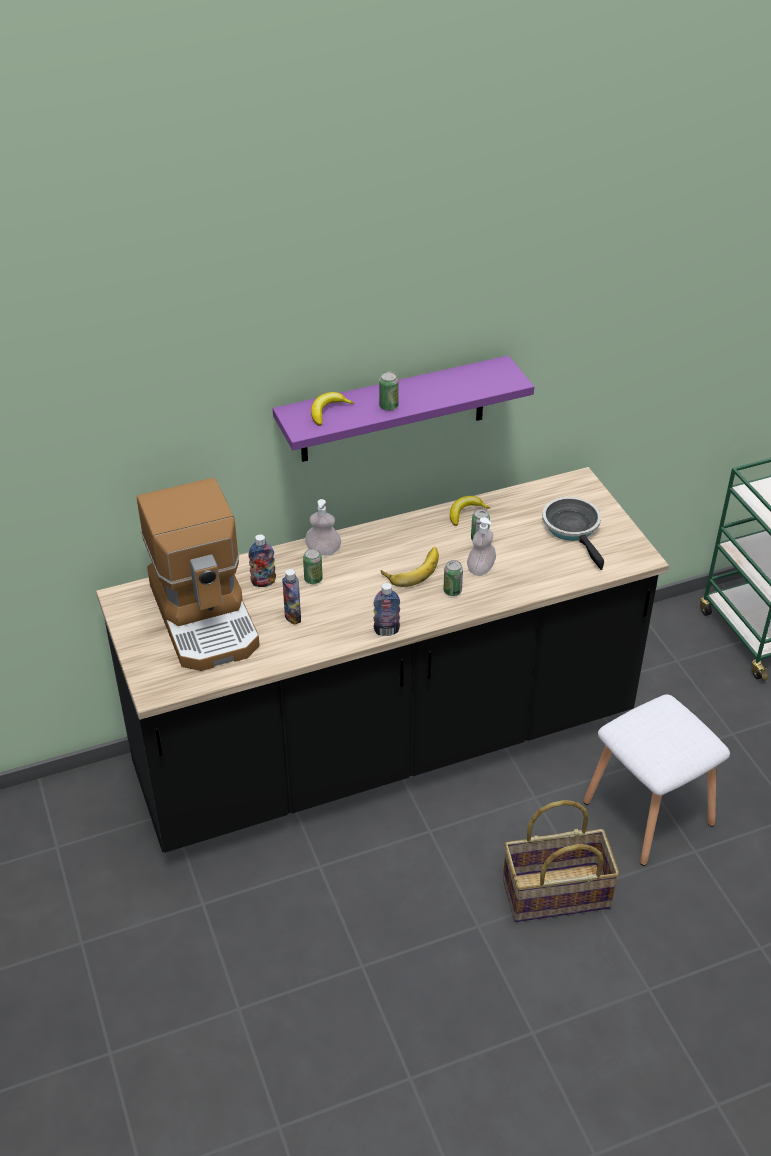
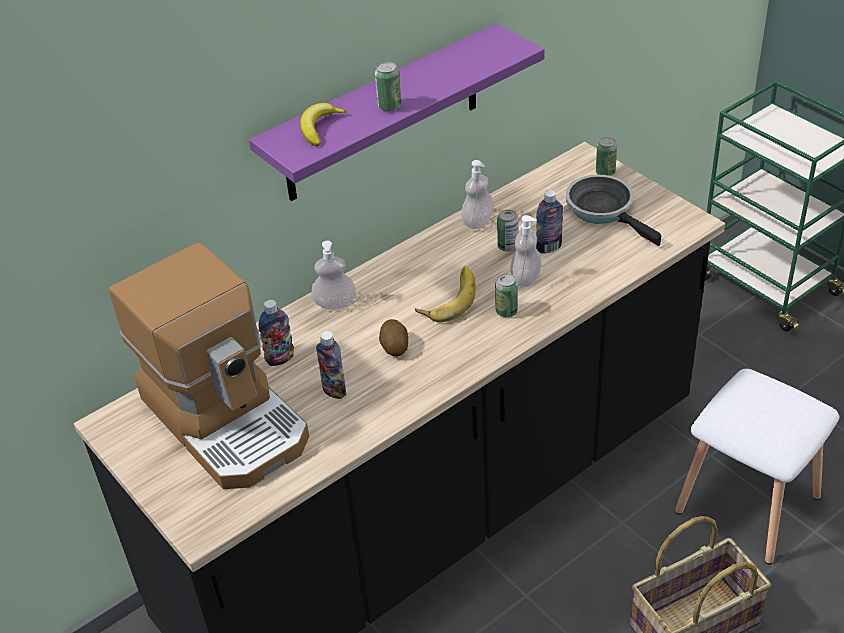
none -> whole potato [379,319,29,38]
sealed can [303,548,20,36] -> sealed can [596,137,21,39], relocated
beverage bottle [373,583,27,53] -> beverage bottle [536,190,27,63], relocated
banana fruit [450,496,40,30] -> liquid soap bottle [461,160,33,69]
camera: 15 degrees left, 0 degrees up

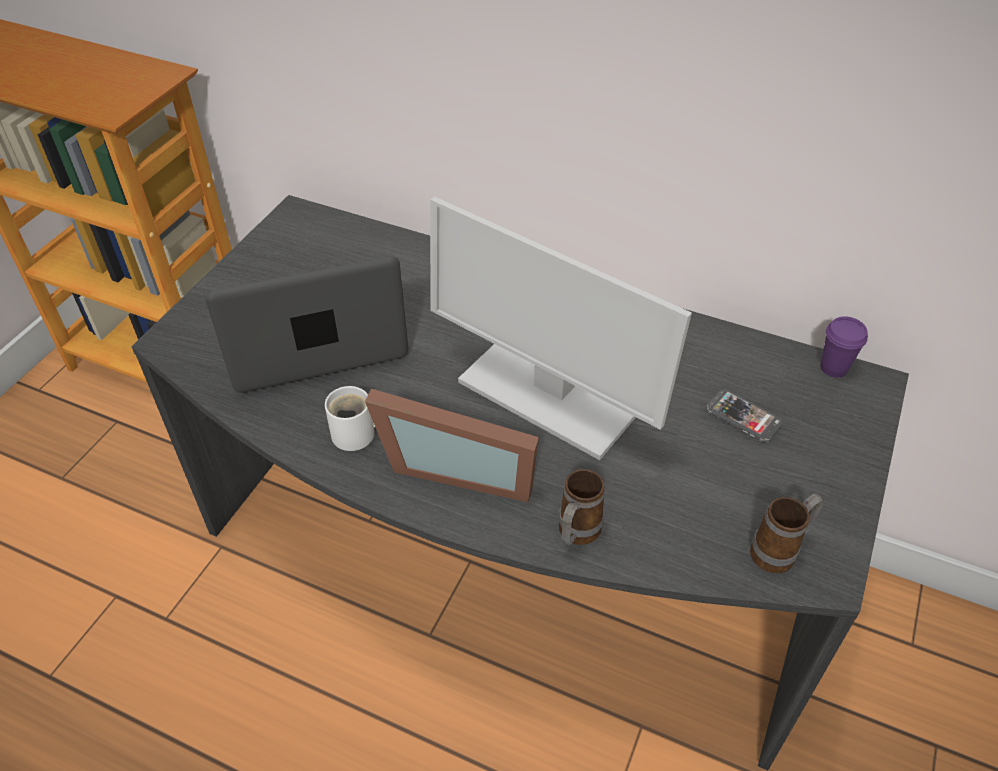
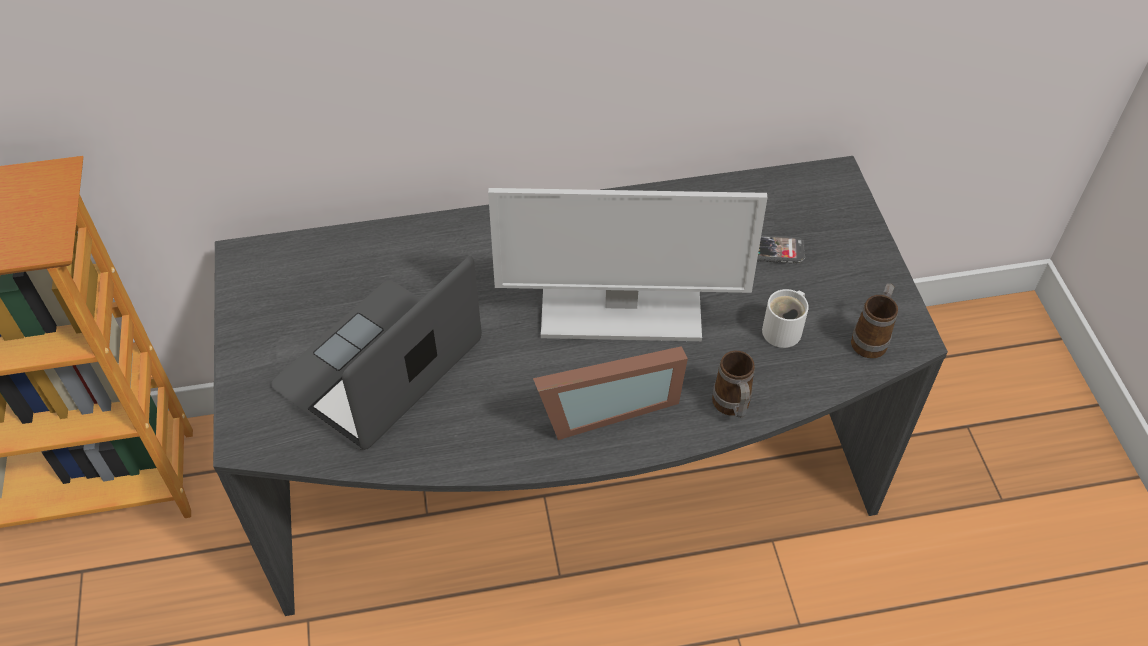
small cup in purple [820,316,48,62] -> none
tea mug in white [325,386,50,65] -> tea mug in white [762,289,47,59], relocated
camera: 35 degrees left, 5 degrees up

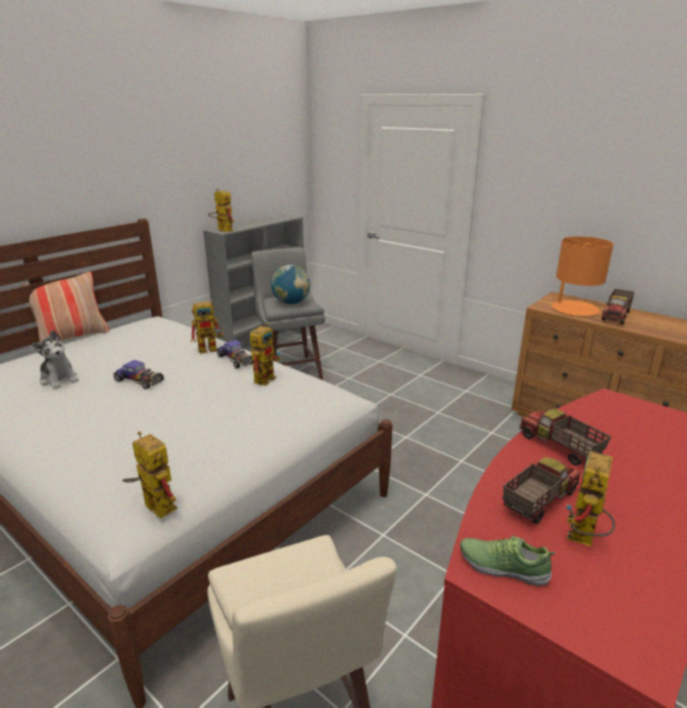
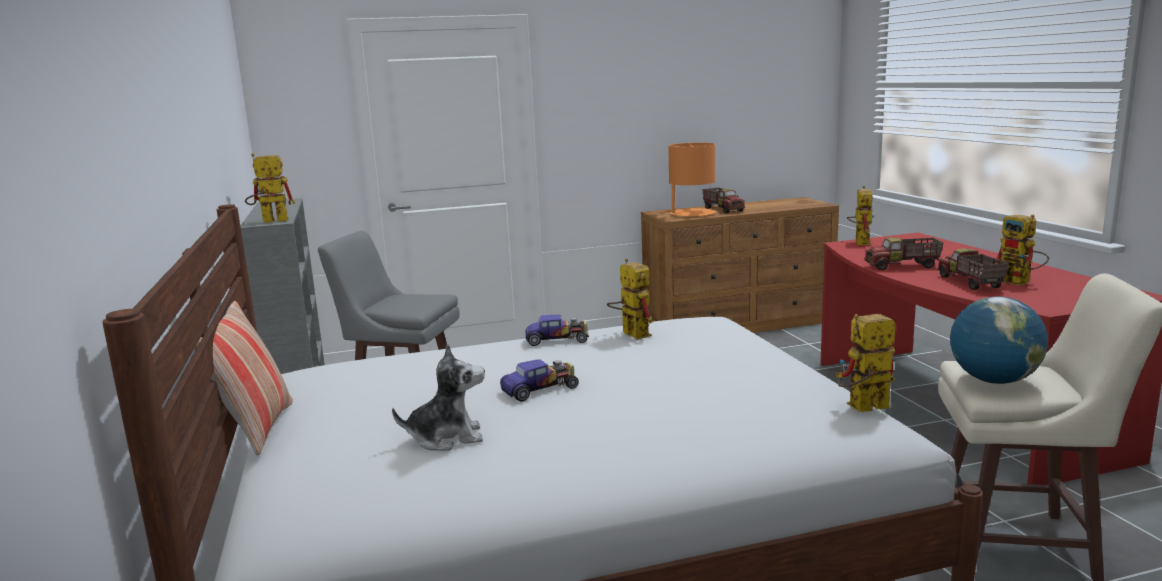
shoe [460,535,95,51] -> none
model robot [191,300,33,54] -> model robot [847,186,27,59], relocated
desk globe [271,265,39,39] -> desk globe [950,296,98,88], relocated
camera: 55 degrees left, 10 degrees down

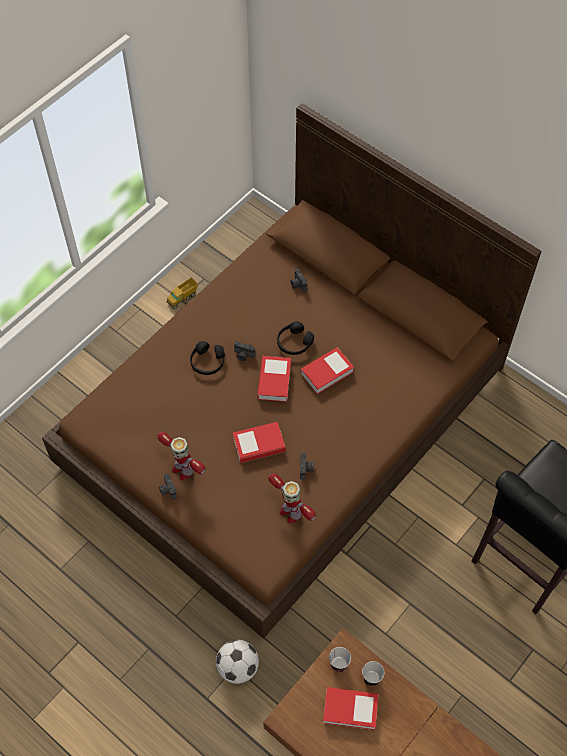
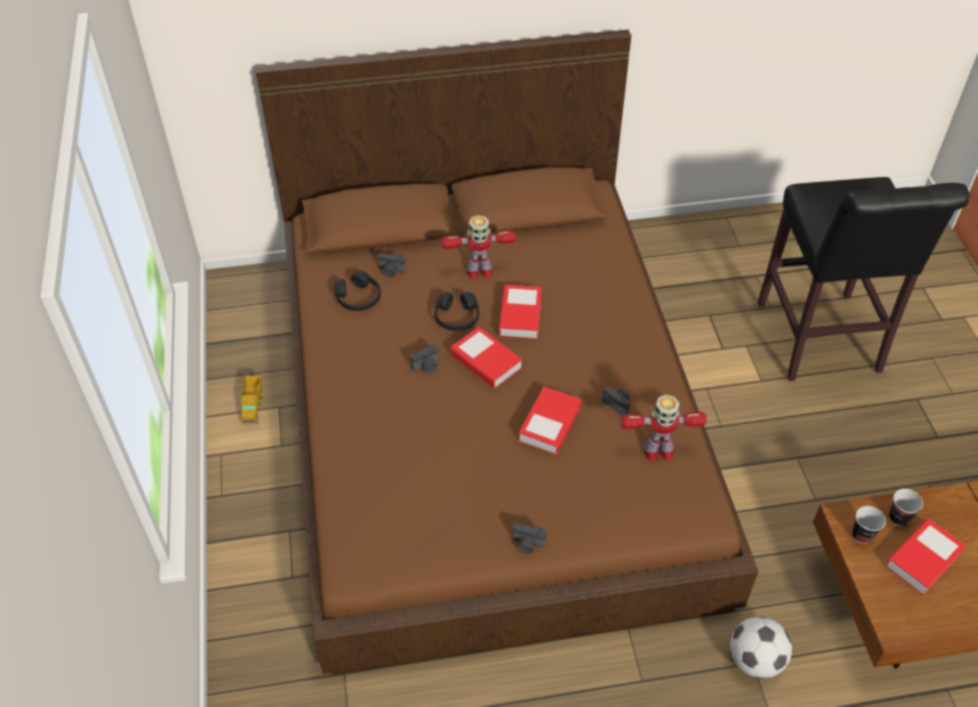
model robot [157,432,49,48] -> model robot [441,215,75,65], relocated
headset in blackish [190,341,35,34] -> headset in blackish [334,271,47,40], relocated
camera: 50 degrees left, 10 degrees down

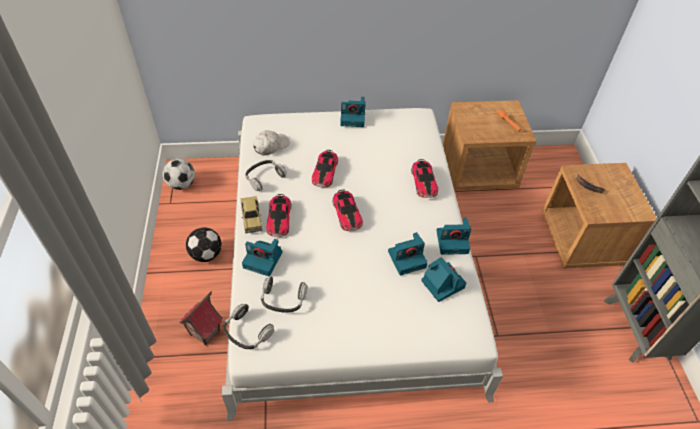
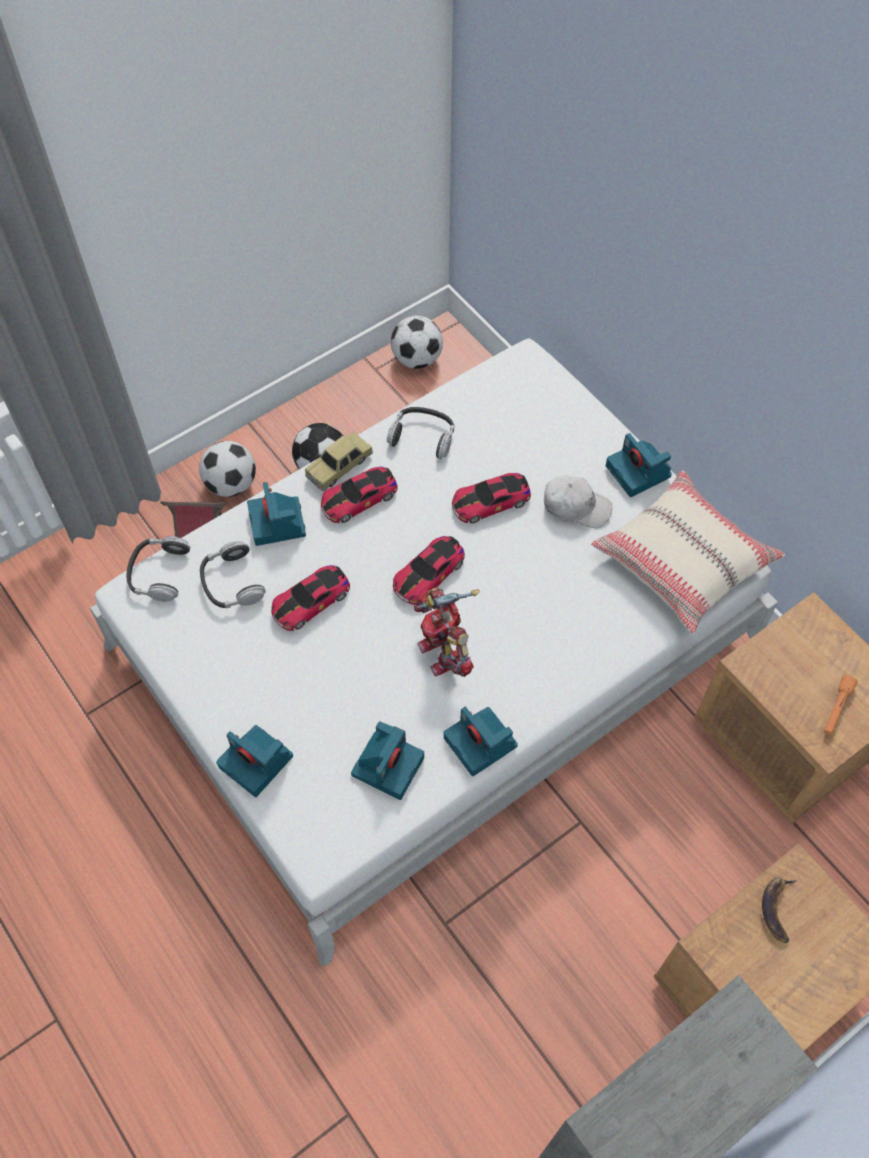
none -> football ball [199,441,57,56]
none -> model robot [414,587,66,90]
none -> throw pillow in beige-coloured [591,471,194,163]
baseball cap in white [253,130,36,26] -> baseball cap in white [544,475,68,53], relocated
photo camera [388,232,40,43] -> photo camera [216,725,77,72], relocated
miniature car [411,159,27,39] -> miniature car [271,565,79,66], relocated
camera: 60 degrees right, 10 degrees up

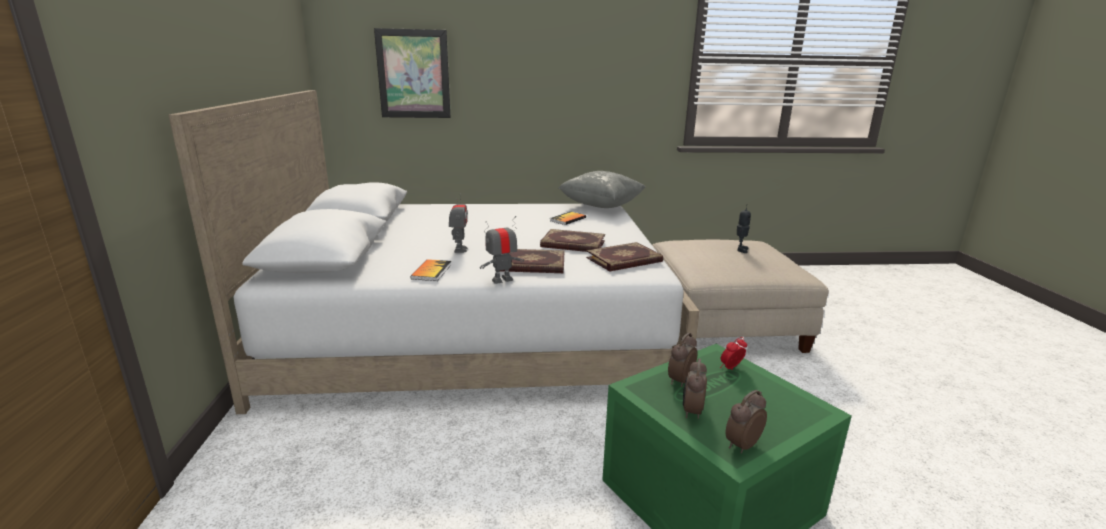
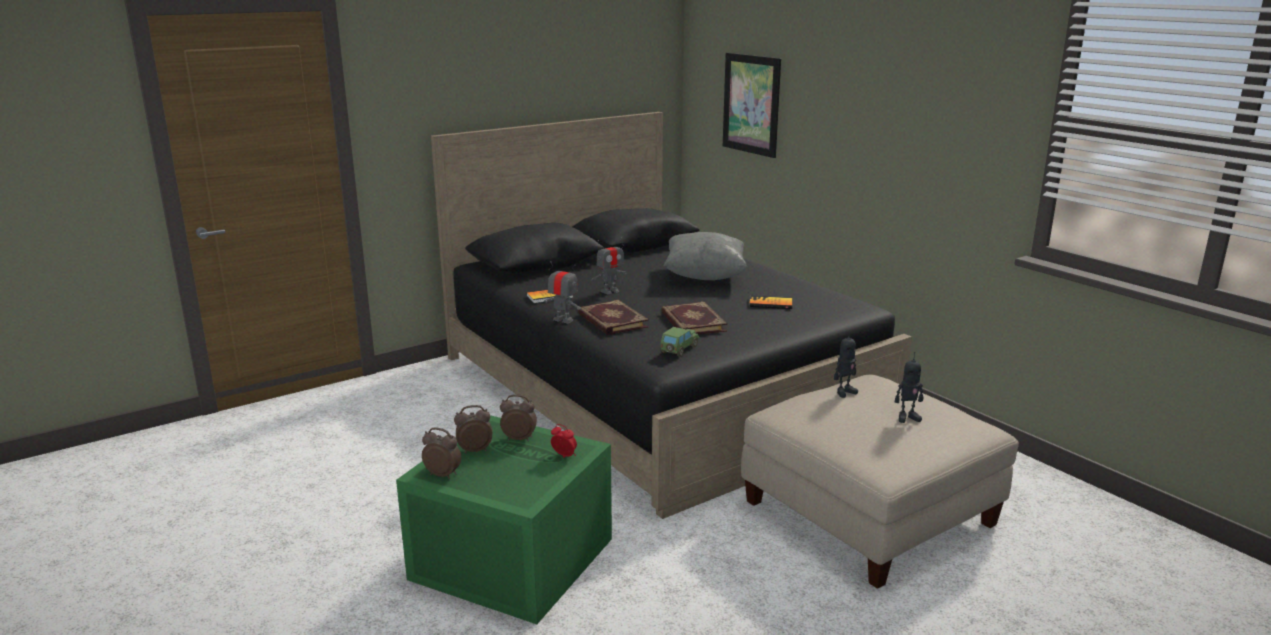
none -> model robot [834,330,24,68]
throw pillow in gray [559,171,86,37] -> throw pillow in gray [664,232,83,48], relocated
book [586,242,77,30] -> miniature car [660,327,40,30]
bed in white [168,90,532,324] -> bed in blackish [431,112,481,407]
camera: 60 degrees right, 0 degrees up

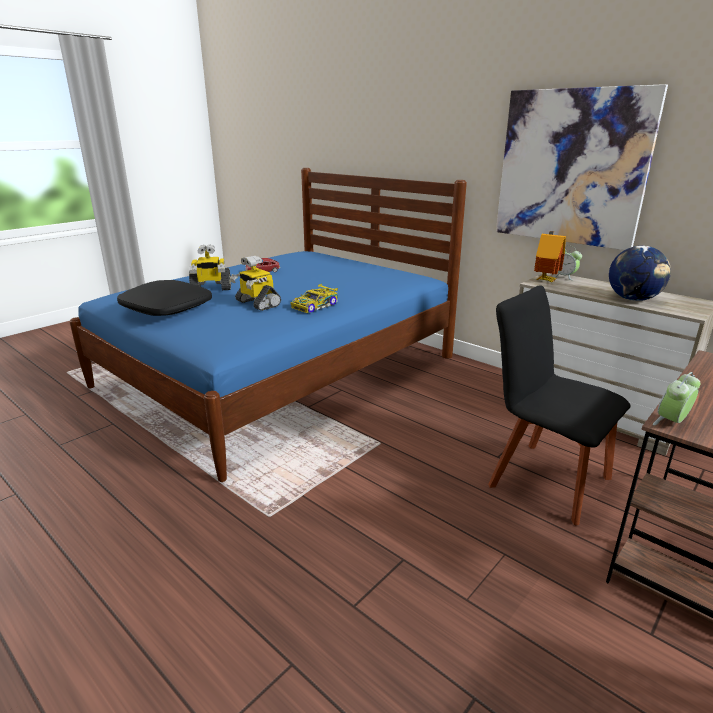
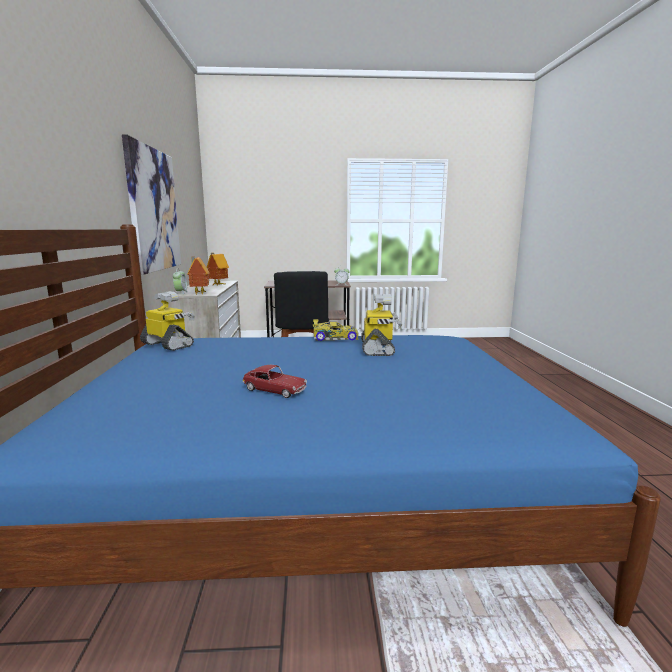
throw pillow in blackish [117,280,95,36] -> none
model robot [189,244,42,46] -> model robot [140,291,55,60], relocated
desk globe [609,246,62,55] -> toy house [206,253,23,33]
camera: 135 degrees left, 10 degrees down

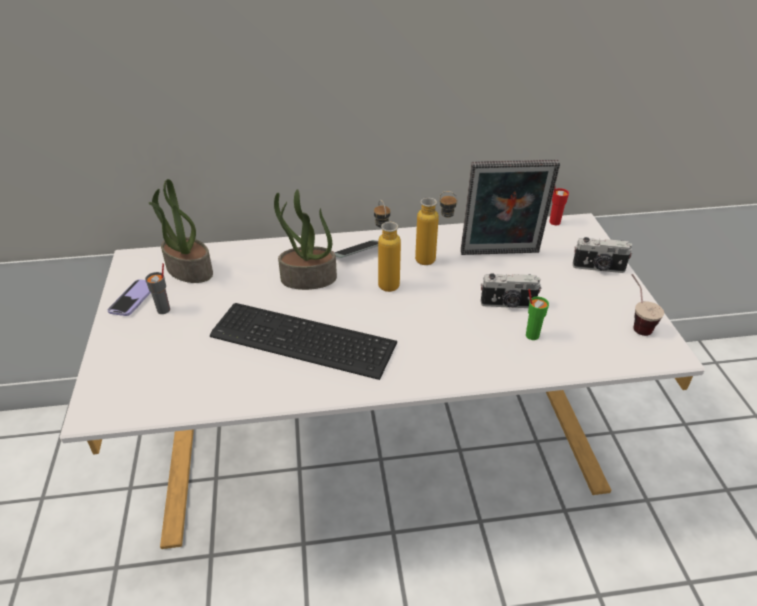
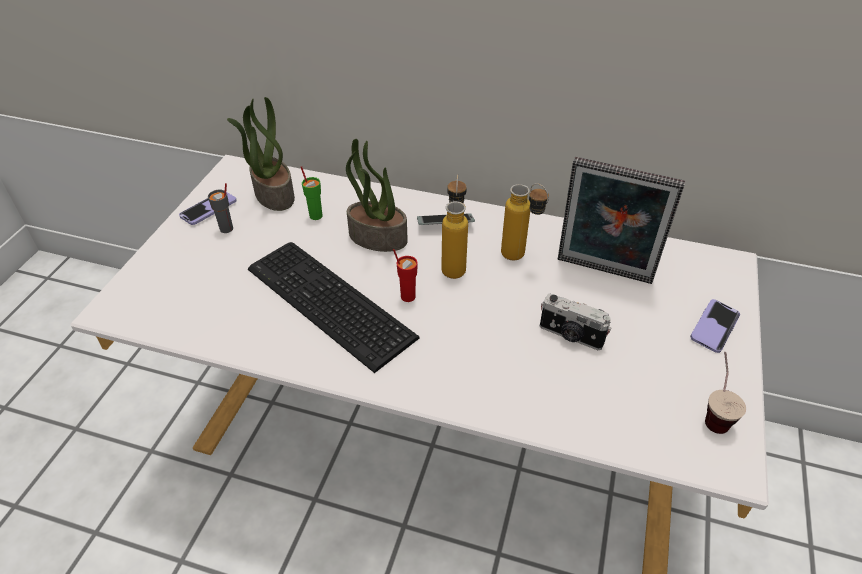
small cup in green [526,289,23,51] -> small cup in green [301,166,21,54], relocated
small cup in red-coloured [549,187,20,38] -> small cup in red-coloured [393,249,25,53], relocated
photo camera [573,237,59,36] -> phone [690,299,50,54]
camera: 25 degrees right, 5 degrees up

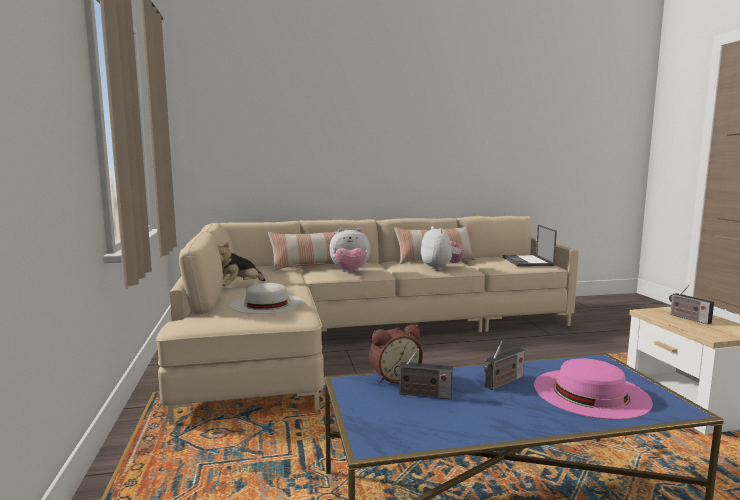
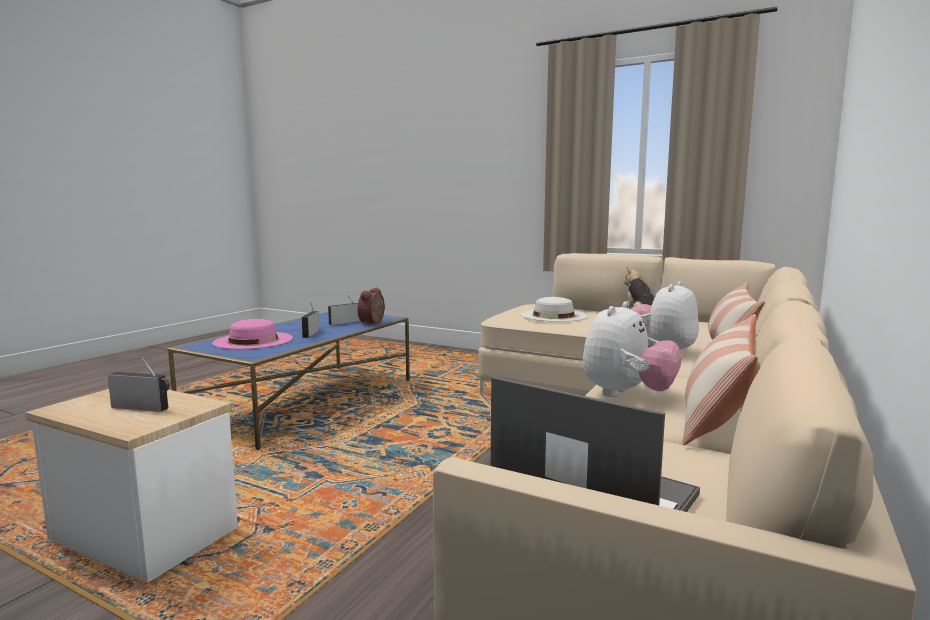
soft toy [421,226,44,45] -> soft toy [583,301,99,96], 75 degrees counterclockwise
camera: 130 degrees right, 0 degrees up

